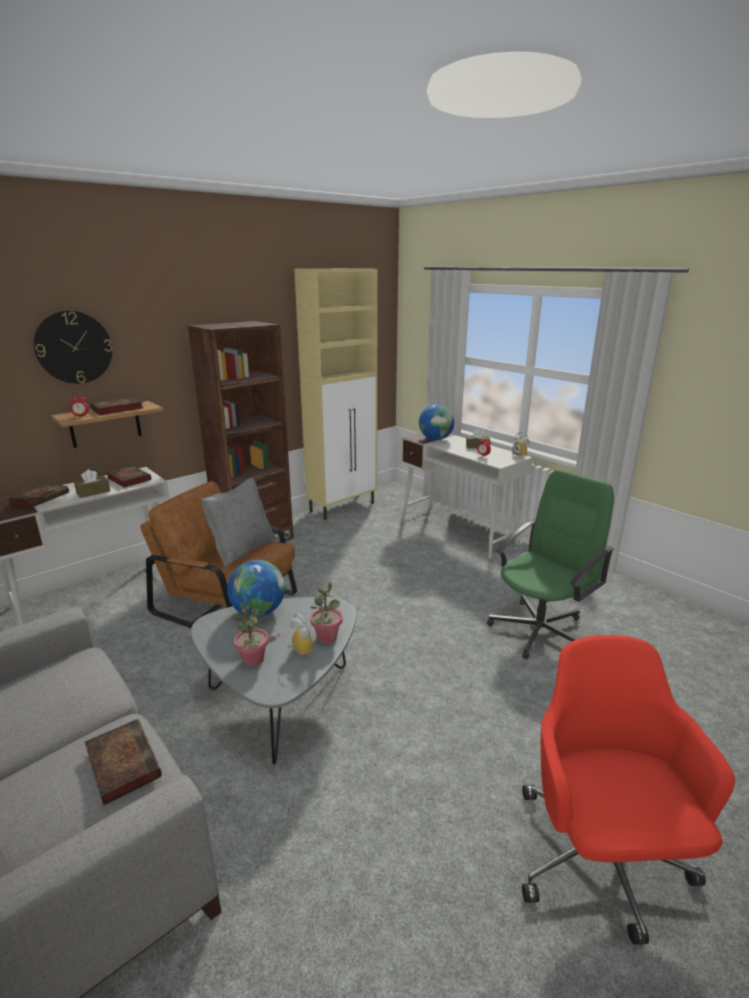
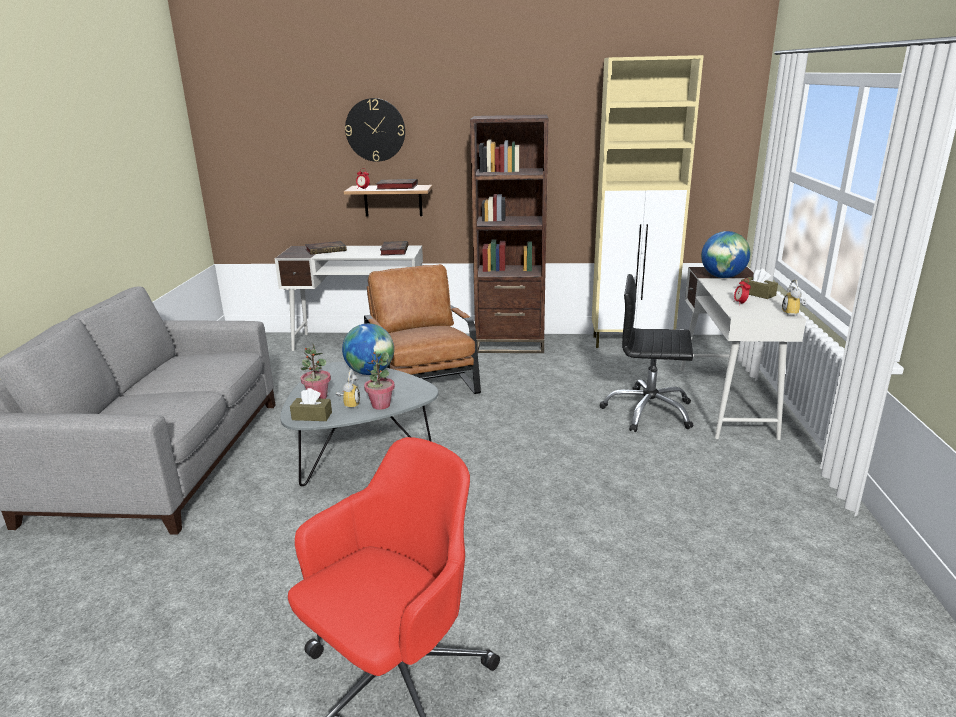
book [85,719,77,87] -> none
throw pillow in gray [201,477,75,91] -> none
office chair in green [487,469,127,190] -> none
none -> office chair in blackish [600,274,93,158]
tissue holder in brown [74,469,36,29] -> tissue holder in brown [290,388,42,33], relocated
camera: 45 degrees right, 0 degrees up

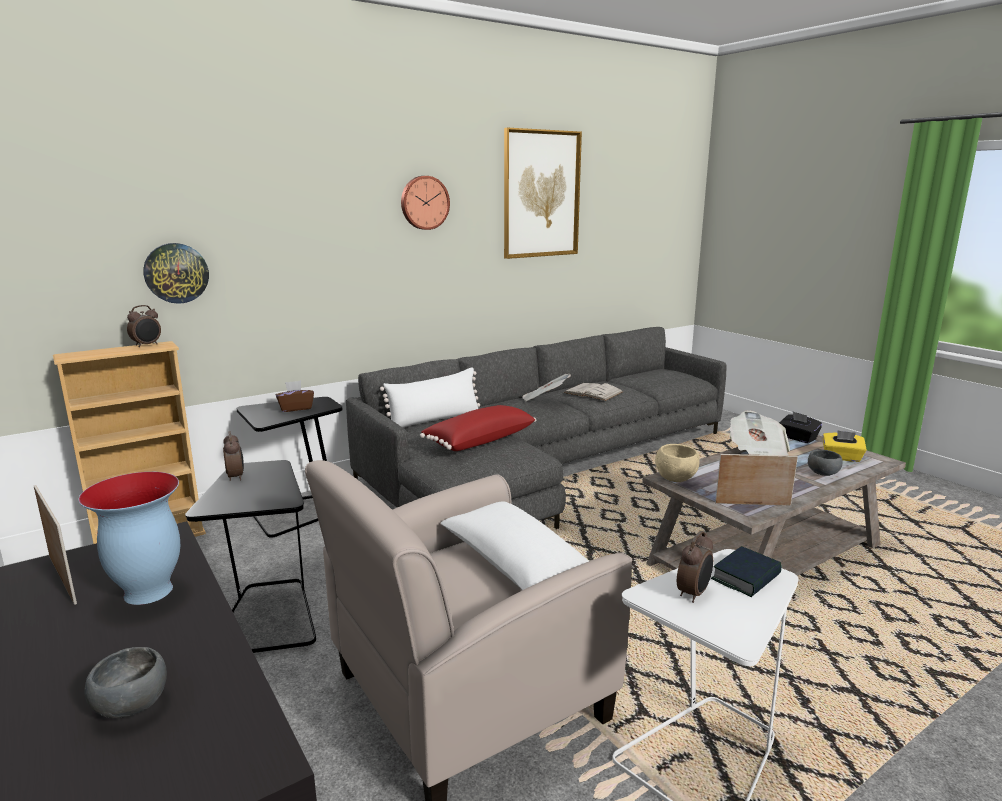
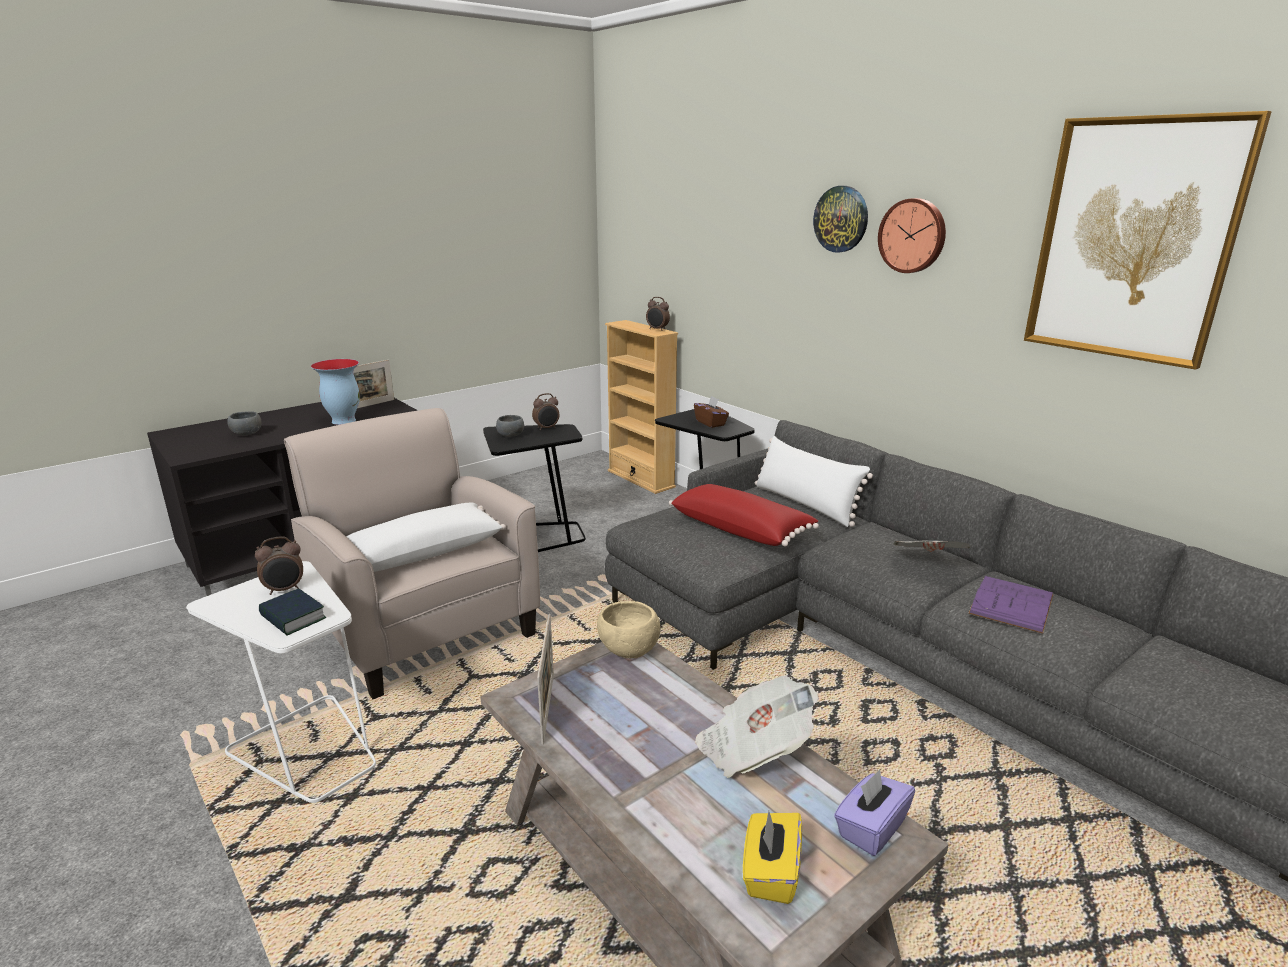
wall clock [143,243,66,61] -> wall clock [813,186,55,67], relocated
bowl in gray [808,450,35,26] -> bowl in gray [496,415,28,22], relocated
book in white [563,383,60,18] -> book in purple [968,576,85,58]
tissue holder in blackish [779,412,43,31] -> tissue holder in purple [834,769,81,87]
bedside clock [677,531,36,72] -> bedside clock [255,536,48,59], 60 degrees counterclockwise
camera: 85 degrees right, 5 degrees up

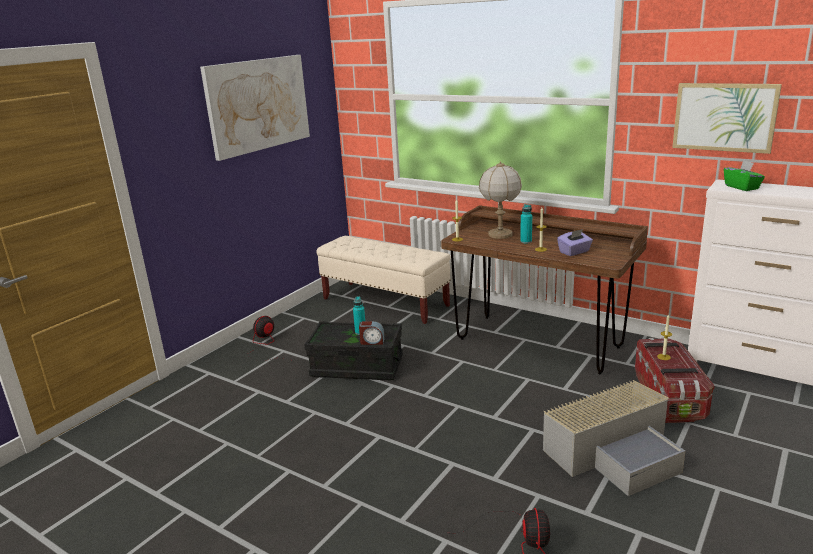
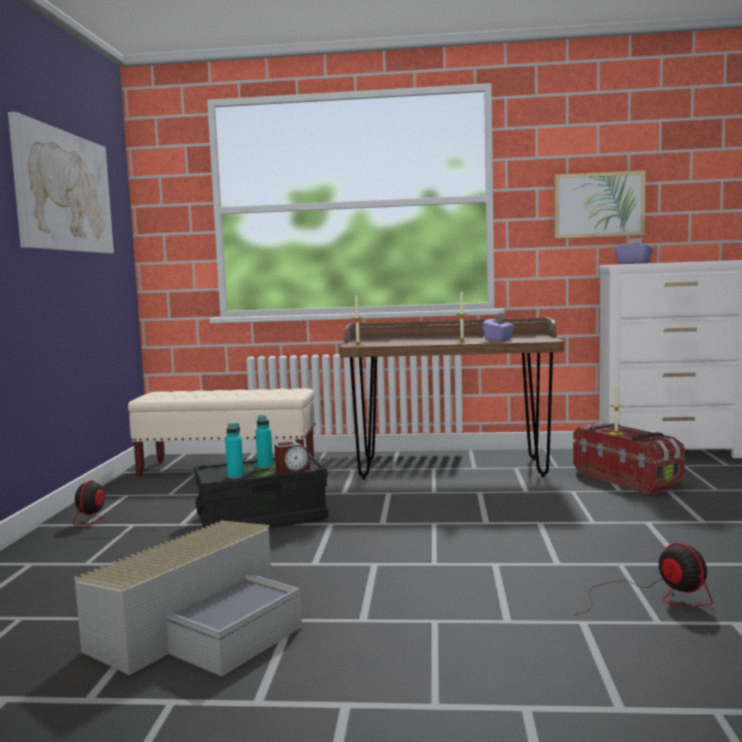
table lamp [479,162,43,77] -> none
beverage bottle in turquoise-coloured [520,204,12,39] -> beverage bottle in turquoise-coloured [225,423,19,56], relocated
storage container in gray [543,380,142,116] -> storage container in gray [74,520,228,157], relocated
tissue holder in green [724,160,41,31] -> tissue holder in purple [615,237,39,27]
camera: 30 degrees left, 15 degrees down

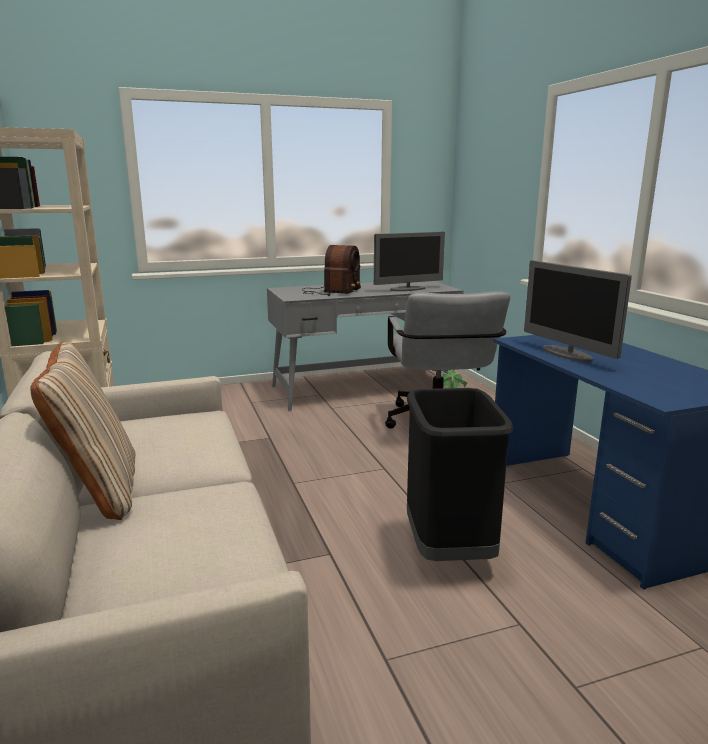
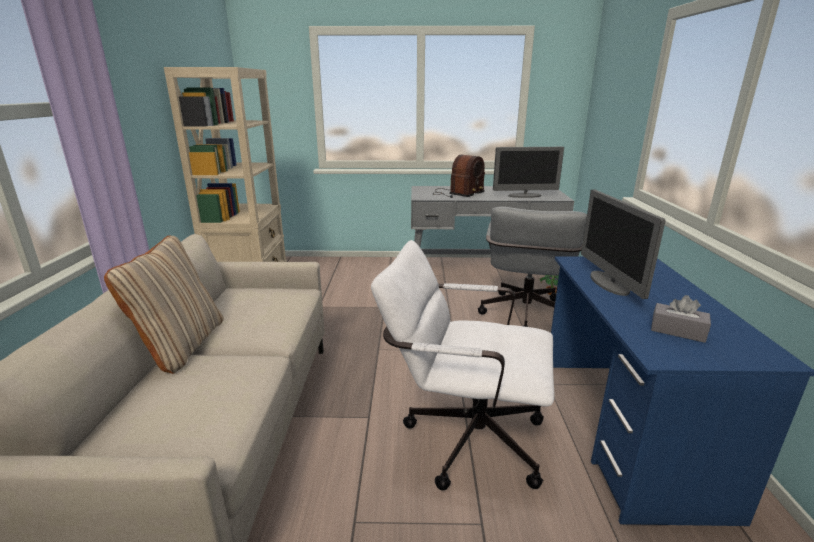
none -> tissue holder in gray [651,295,60,48]
rubbish bin in blackish [407,388,106,173] -> office chair in white [371,240,184,250]
camera: 20 degrees right, 5 degrees up

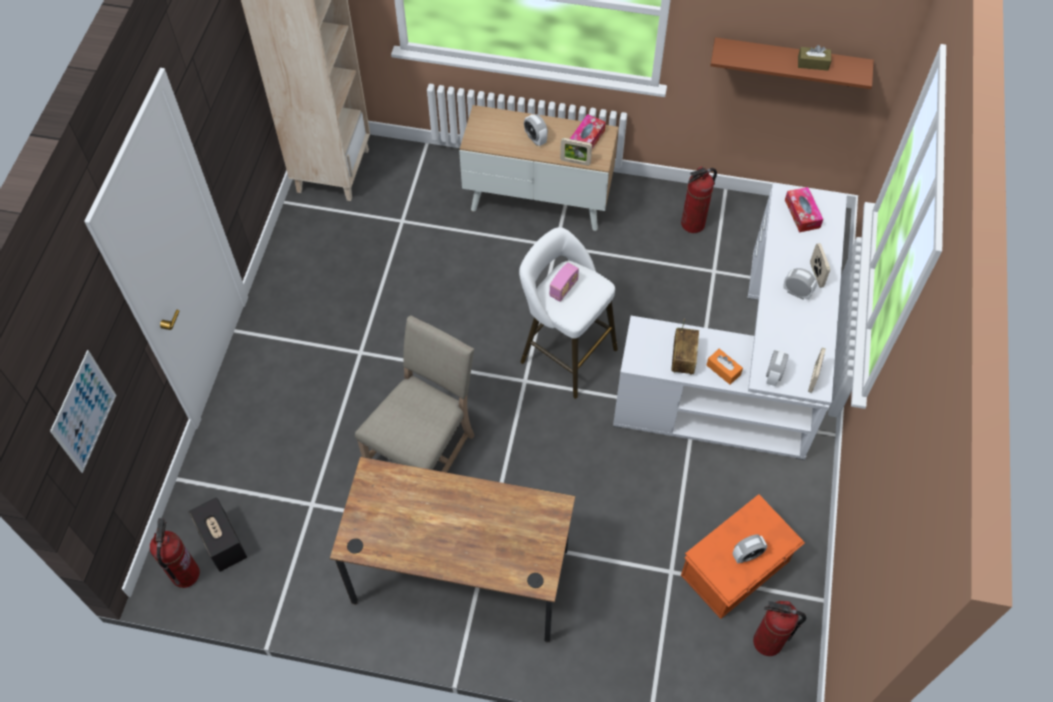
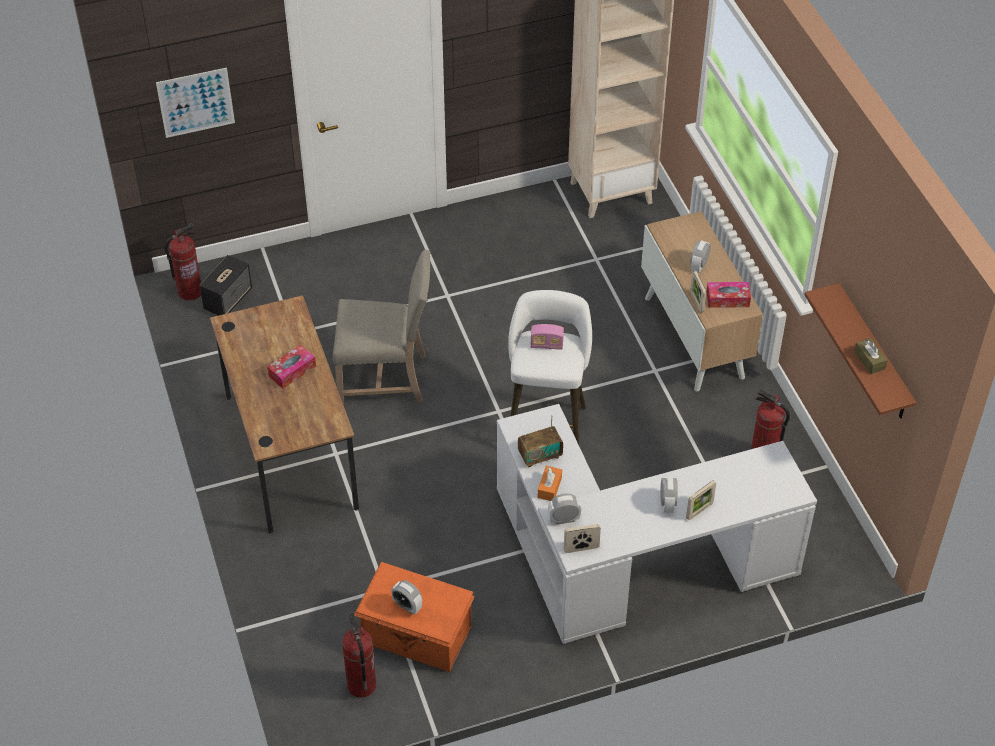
tissue holder [785,187,38,45] -> tissue holder [267,345,49,44], relocated
camera: 60 degrees right, 10 degrees down

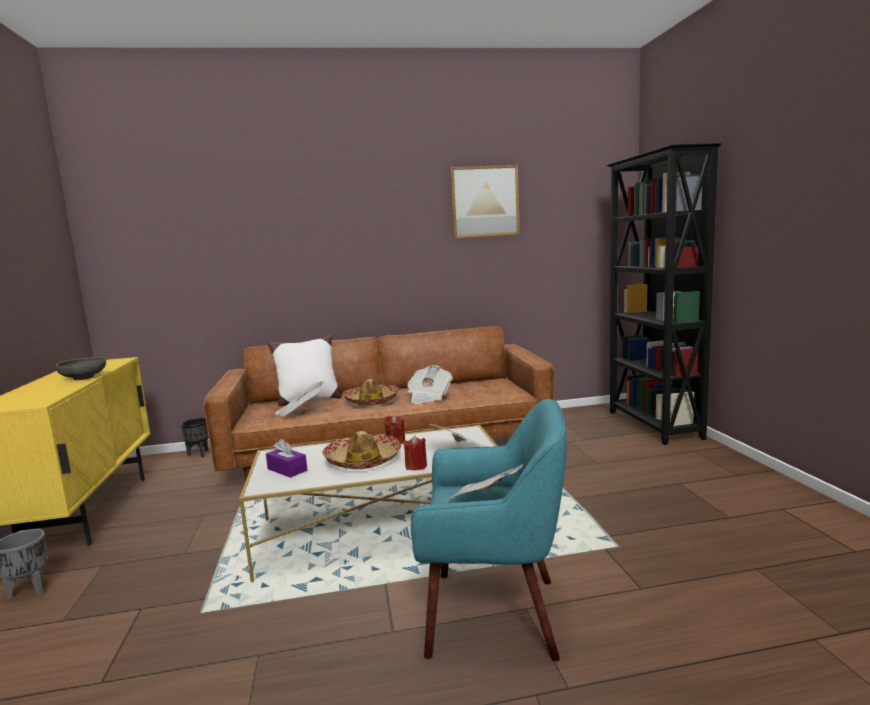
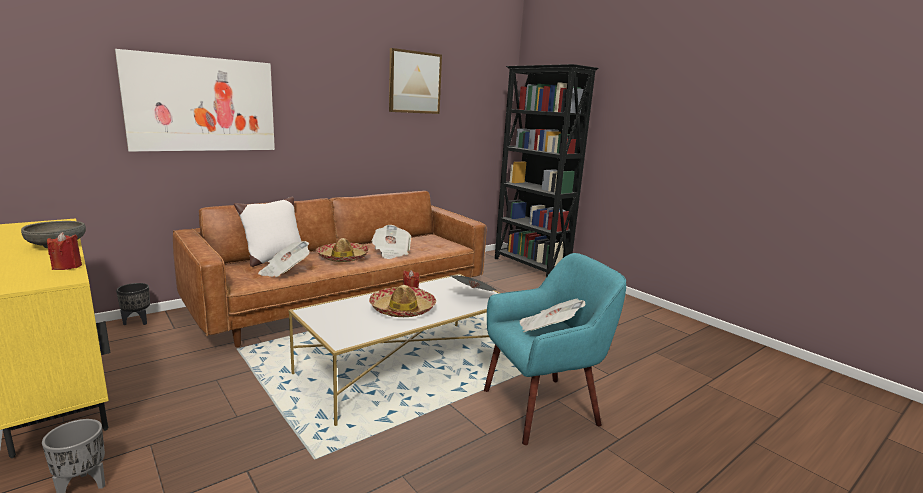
tissue holder in purple [266,439,41,39] -> none
none -> wall picture [115,49,160,103]
wax candle in red-coloured [404,436,23,34] -> wax candle in red-coloured [47,232,35,38], relocated
camera: 30 degrees left, 5 degrees up

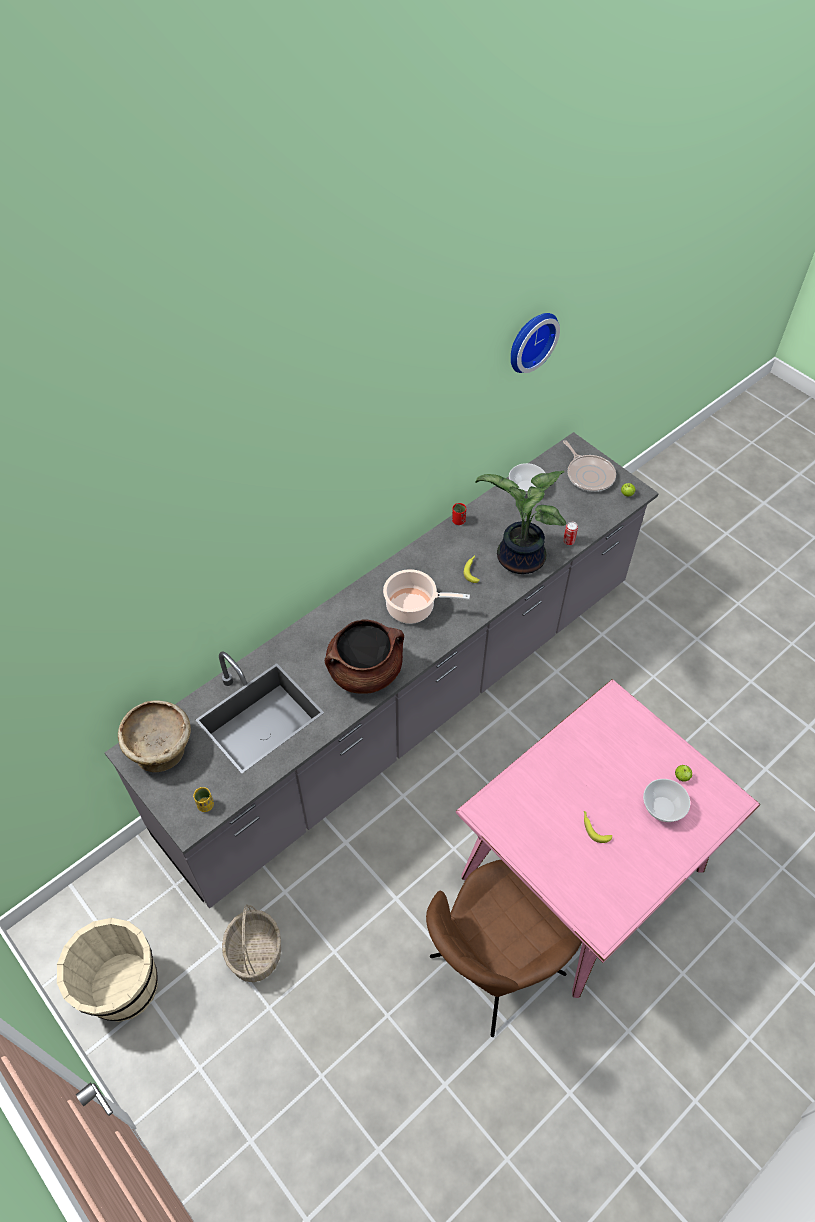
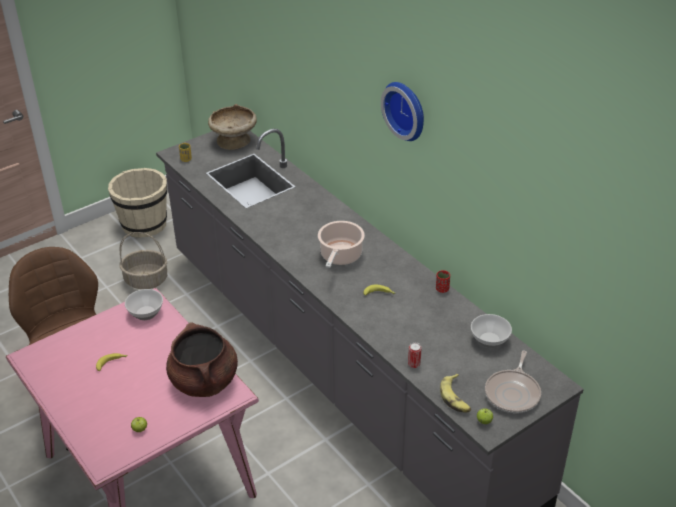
potted plant [475,470,91,104] -> none
none -> banana fruit [440,374,31,39]
stockpot in brown [325,619,79,75] -> stockpot in brown [166,322,72,75], relocated
wall clock [511,313,49,60] -> wall clock [381,82,43,59], relocated
bowl [643,779,47,43] -> bowl [125,289,38,31], relocated
pan [563,440,53,52] -> pan [485,351,56,62], 45 degrees counterclockwise
camera: 95 degrees right, 15 degrees down

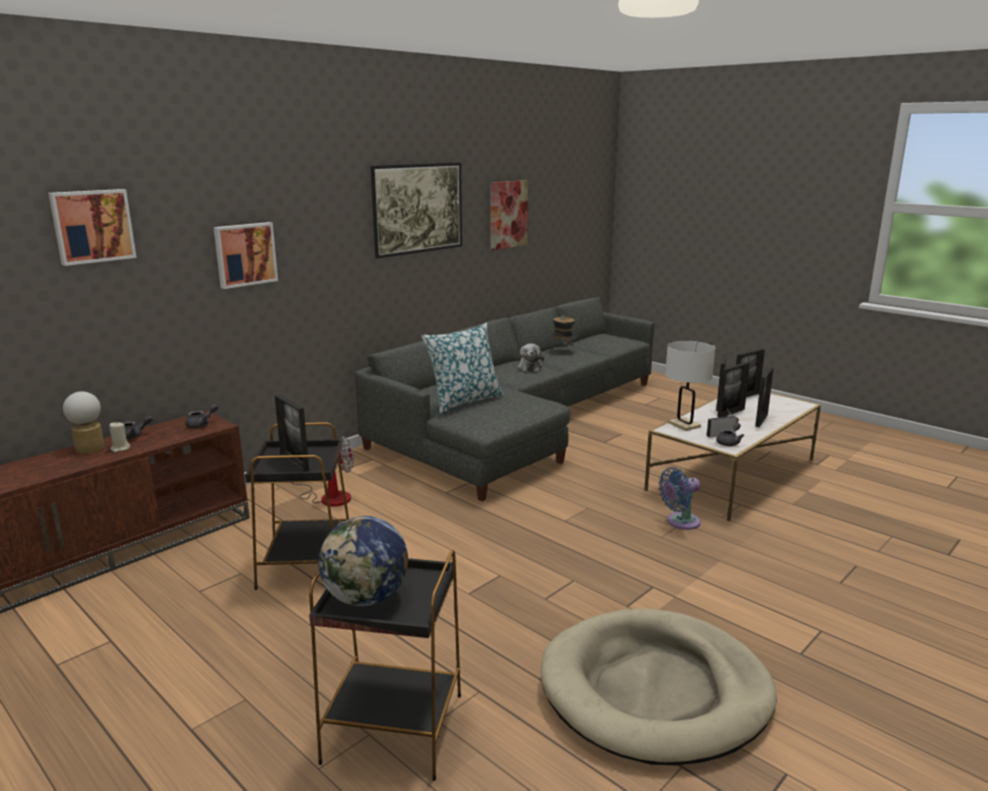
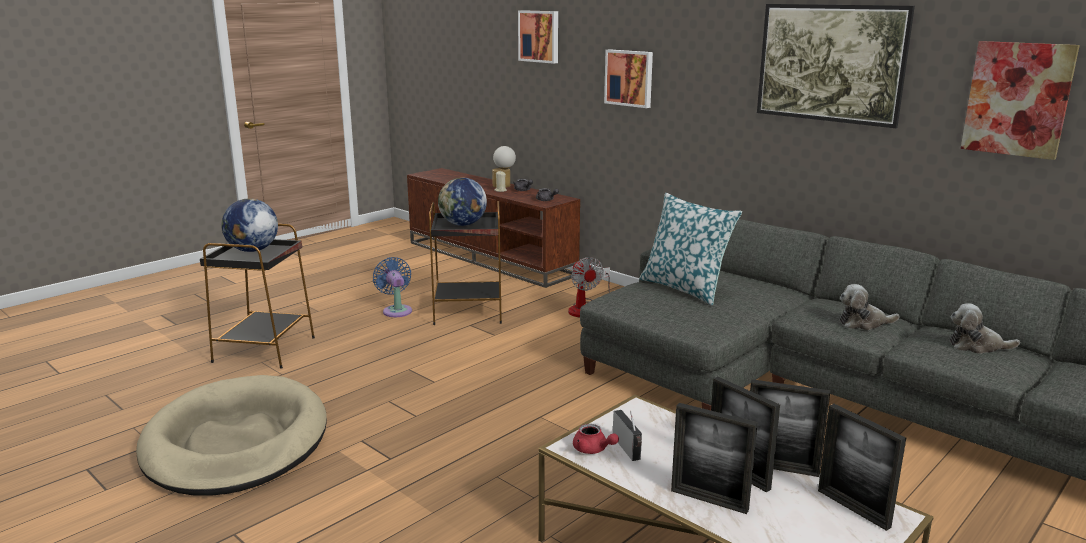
table lamp in white [665,340,50,91] -> none
electric fan in blue [658,467,43,63] -> electric fan in blue [373,257,39,60], relocated
picture frame [275,394,34,78] -> desk globe [438,177,49,49]
clothing hat [549,315,29,32] -> soft toy [950,303,70,51]
teapot in gray [716,423,28,23] -> teapot in red-coloured [573,424,46,30]
camera: 90 degrees right, 0 degrees up

